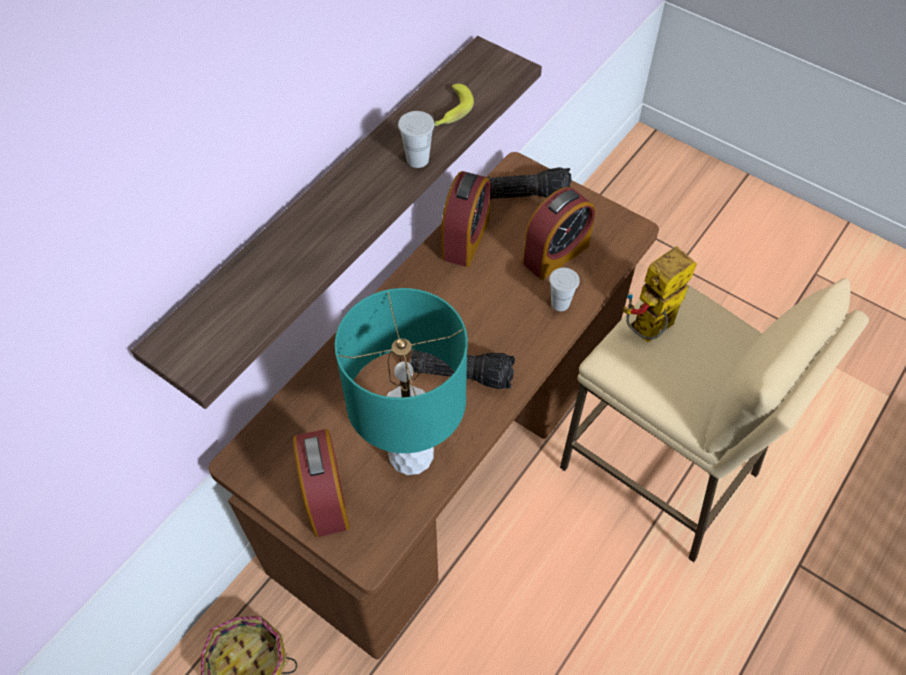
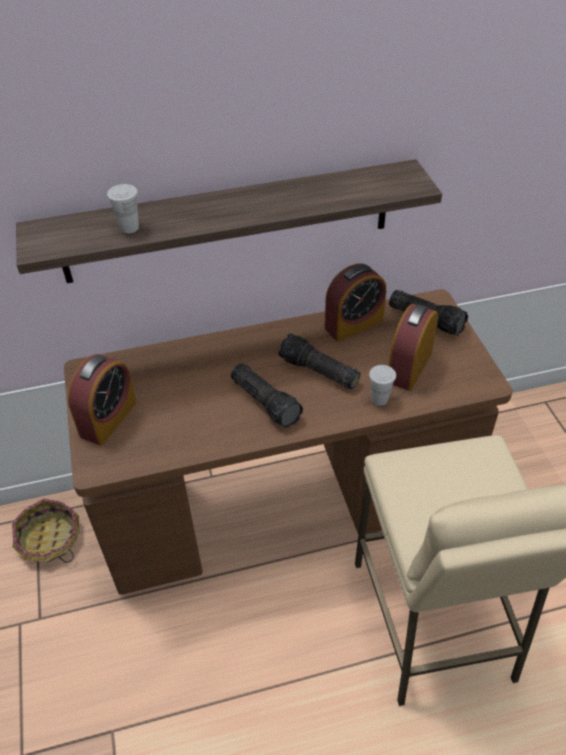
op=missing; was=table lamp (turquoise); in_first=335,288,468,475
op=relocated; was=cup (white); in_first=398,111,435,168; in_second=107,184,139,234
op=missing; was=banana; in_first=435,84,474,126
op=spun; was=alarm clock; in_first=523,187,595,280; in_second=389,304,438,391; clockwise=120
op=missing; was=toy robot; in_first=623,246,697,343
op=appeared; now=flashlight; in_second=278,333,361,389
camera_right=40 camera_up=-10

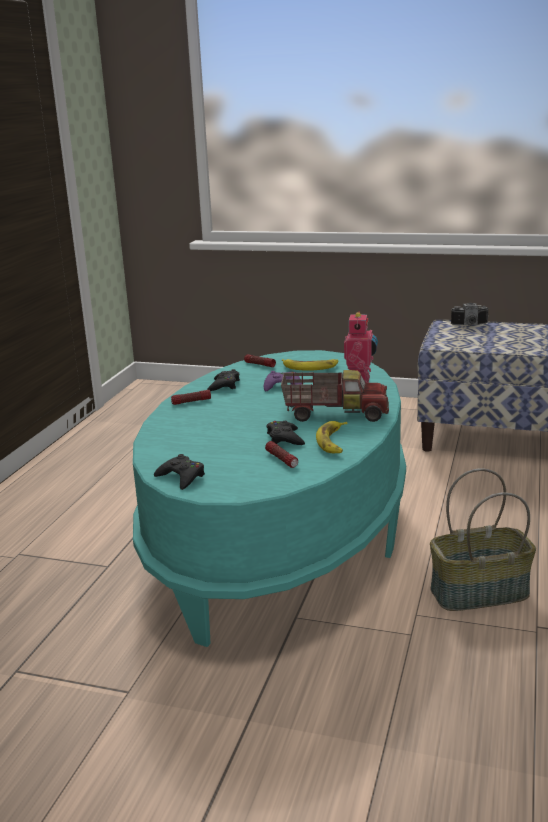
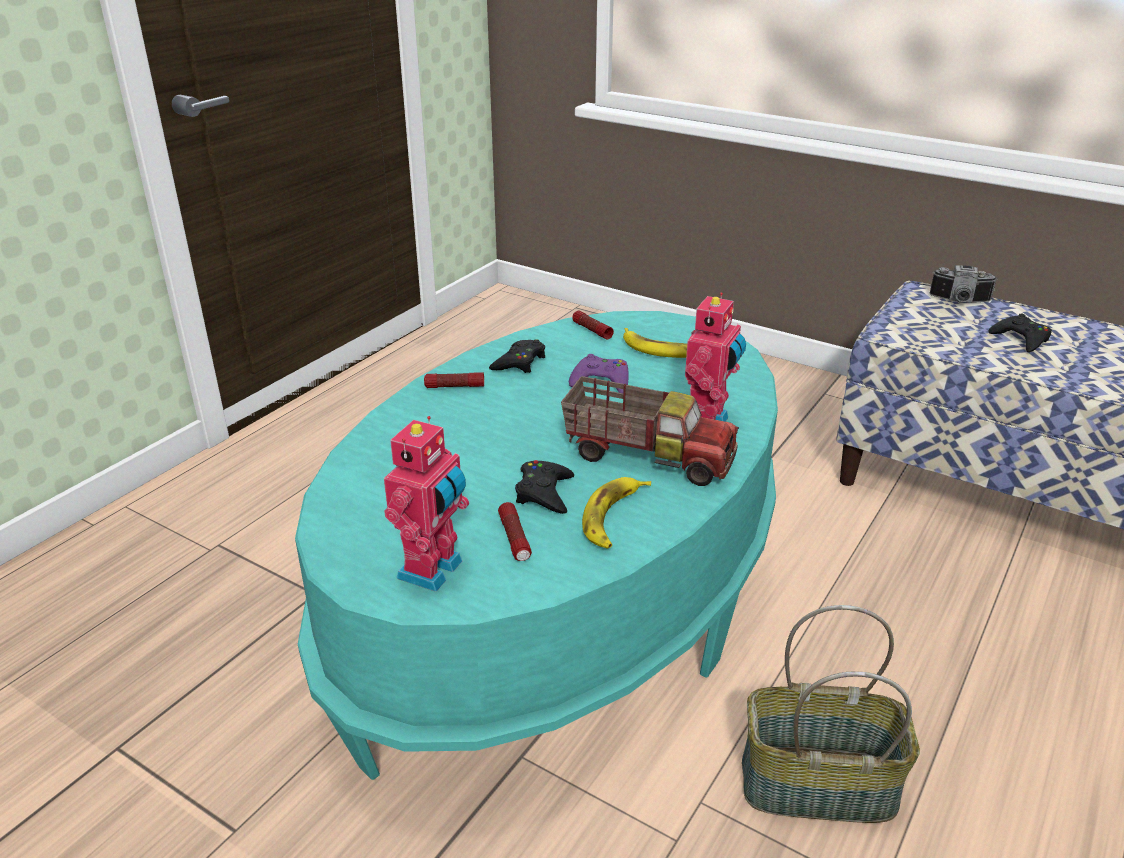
op=relocated; was=game controller (black); in_first=154,454,205,490; in_second=988,314,1052,352
op=appeared; now=toy robot; in_second=384,416,469,592
camera_right=15 camera_up=10

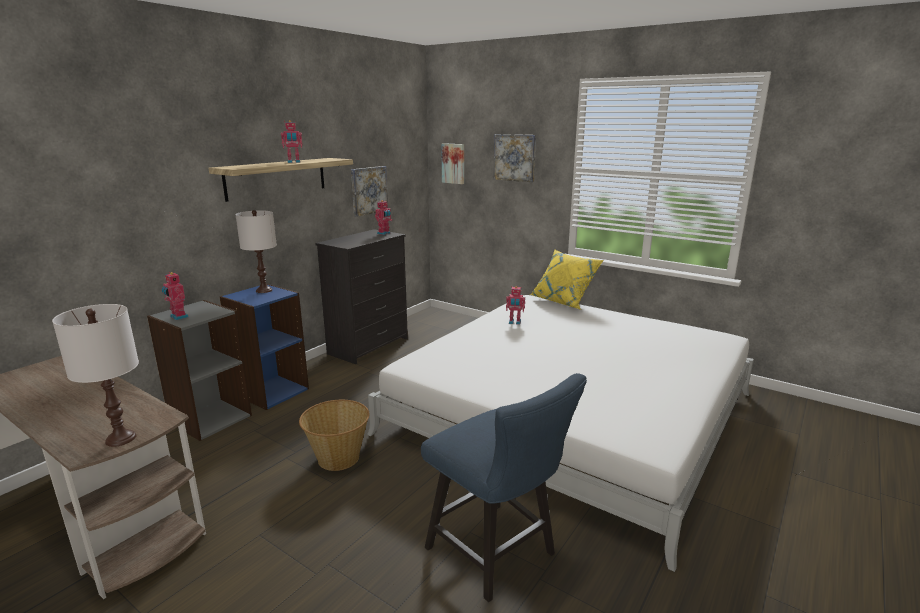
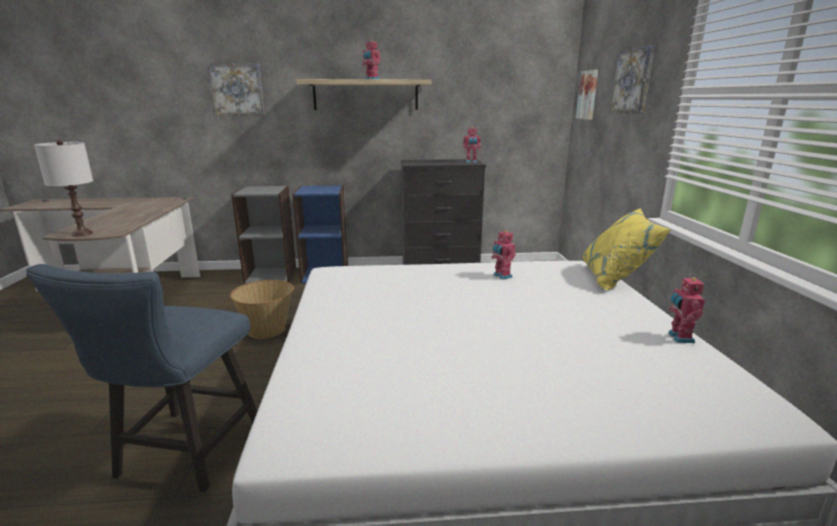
op=relocated; was=toy robot; in_first=162,272,189,320; in_second=668,275,705,343
op=missing; was=table lamp (white); in_first=235,210,277,293
op=relocated; was=picture; in_first=351,166,388,217; in_second=207,63,264,116
camera_right=50 camera_up=0

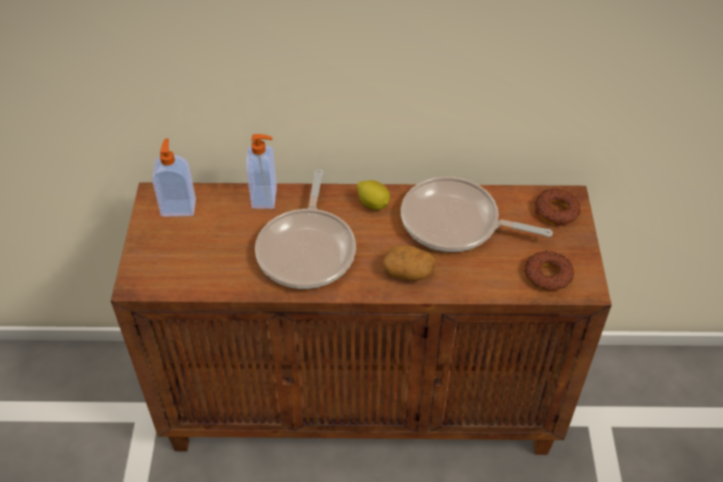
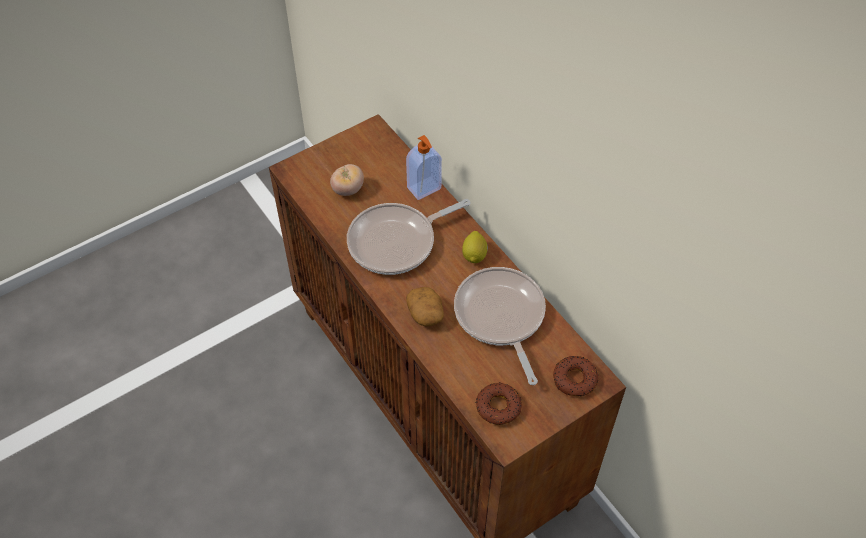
op=missing; was=soap dispenser; in_first=152,139,196,217
op=appeared; now=tomato; in_second=330,164,364,196
camera_right=55 camera_up=5

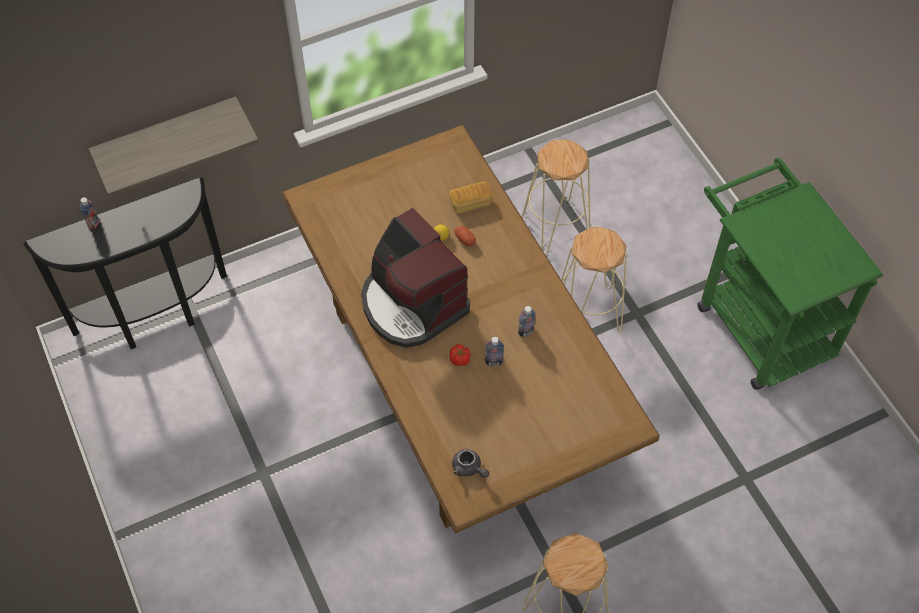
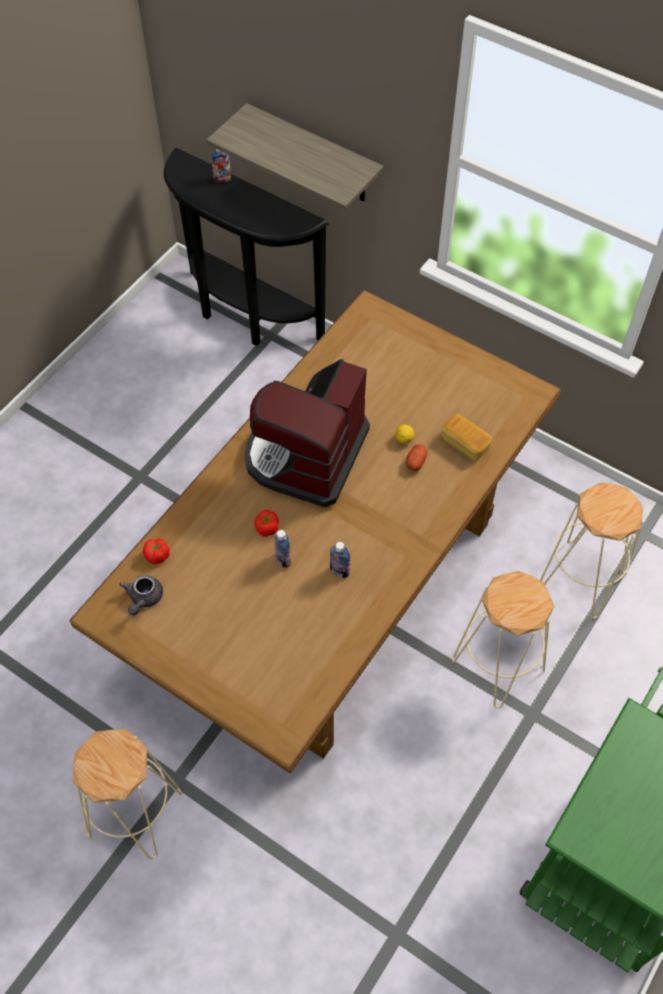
op=appeared; now=tomato; in_second=143,538,170,564
camera_right=60 camera_up=0

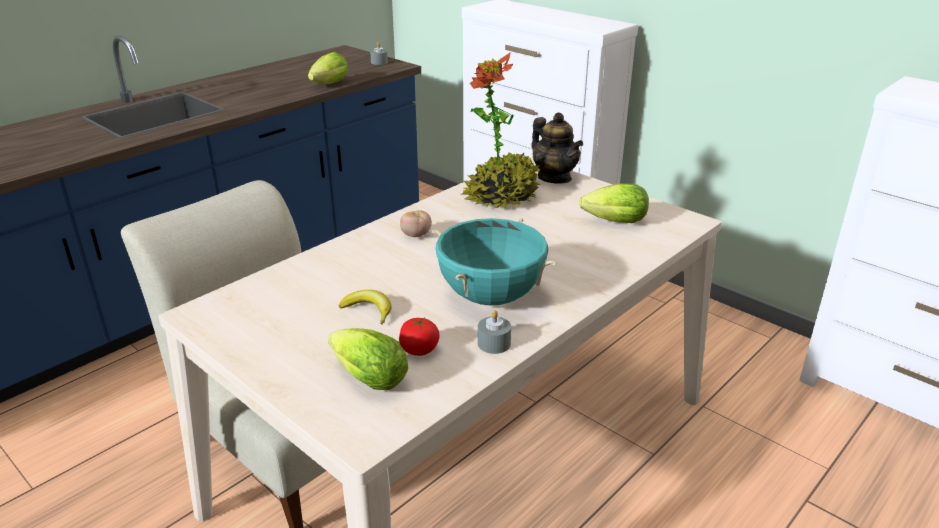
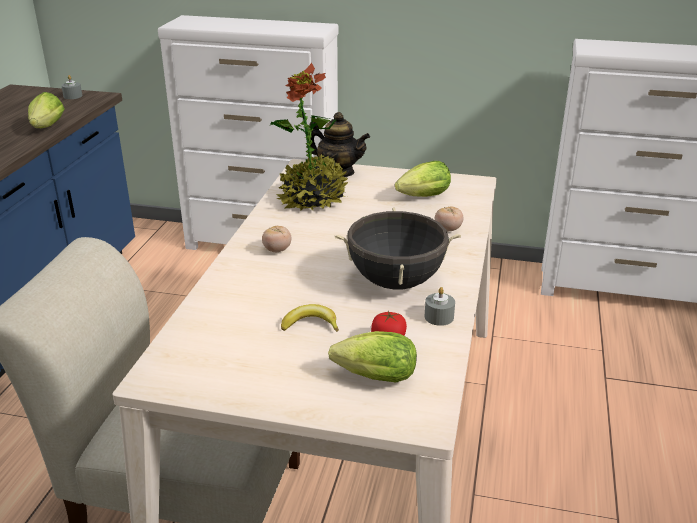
op=colour; was=cooking pot (turquoise); now=cooking pot (black); in_first=432,218,557,305; in_second=335,207,461,289
op=appeared; now=tomato; in_second=435,207,463,231
camera_right=-30 camera_up=0

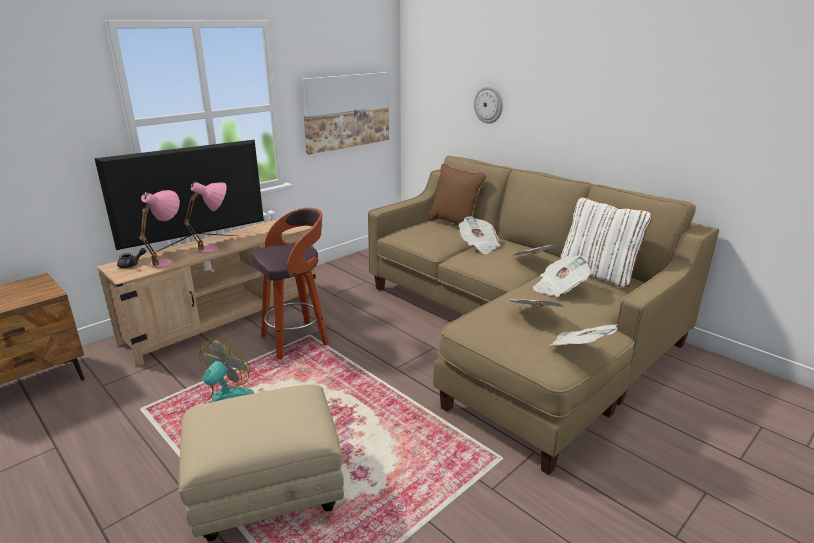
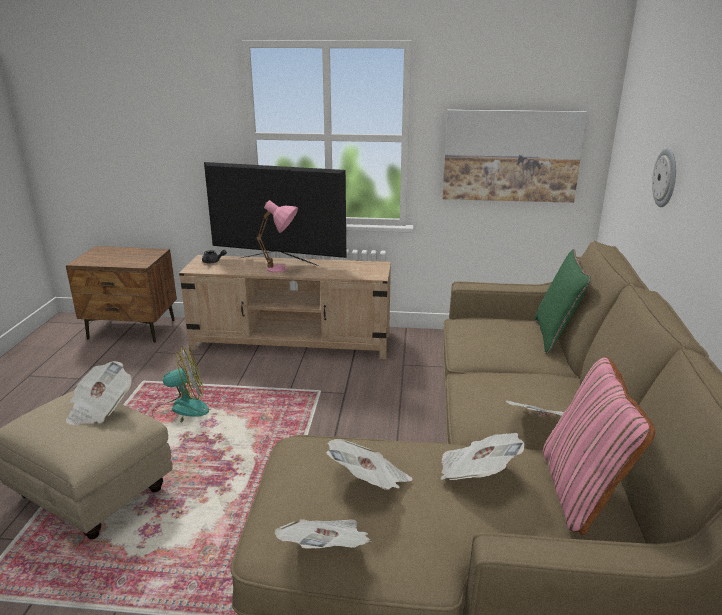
op=missing; was=table lamp (pink); in_first=140,190,180,268
op=missing; was=stool; in_first=251,208,329,359
op=colour; was=pillow (brown); now=pillow (green); in_first=428,163,486,227; in_second=535,249,591,354
op=relocated; was=newspaper; in_first=459,217,501,254; in_second=66,361,132,425
op=colour; was=pillow (white); now=pillow (pink); in_first=560,197,652,288; in_second=543,356,656,535
camera_right=50 camera_up=0

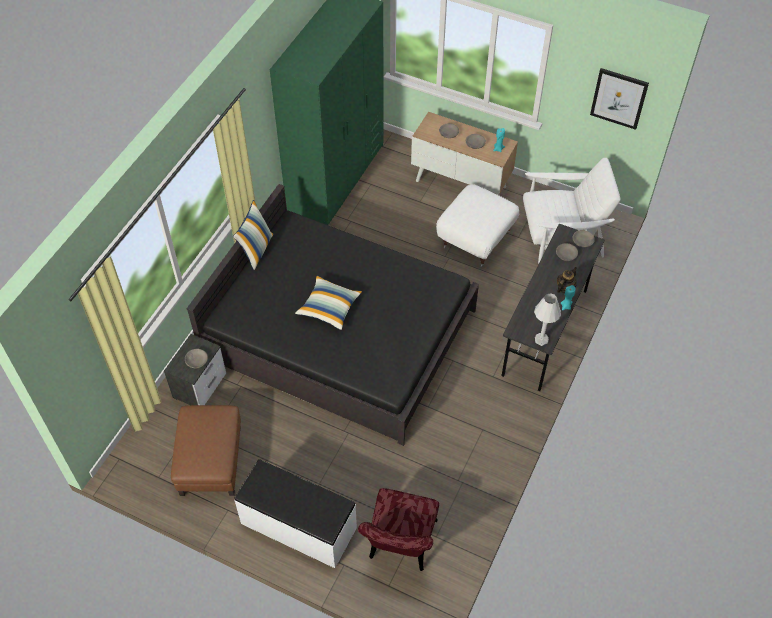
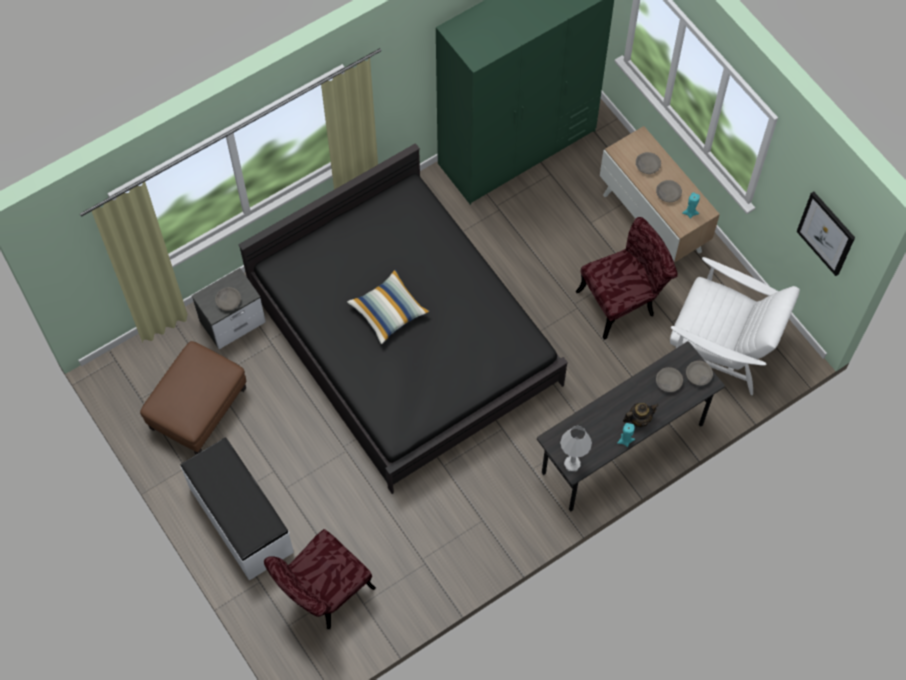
op=missing; was=pillow; in_first=233,200,273,270
op=exchanged; was=ottoman (white); now=chair (red); in_first=436,184,519,267; in_second=576,217,678,340
camera_right=30 camera_up=10

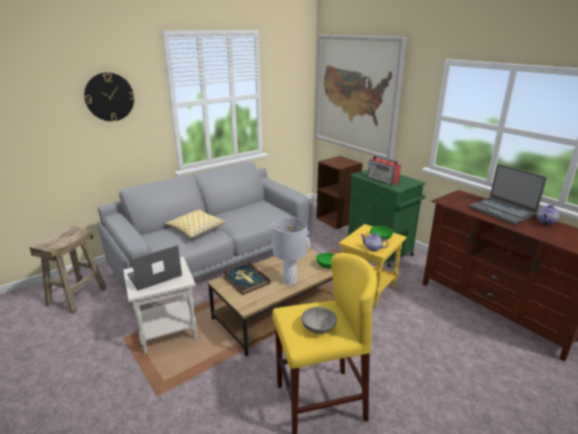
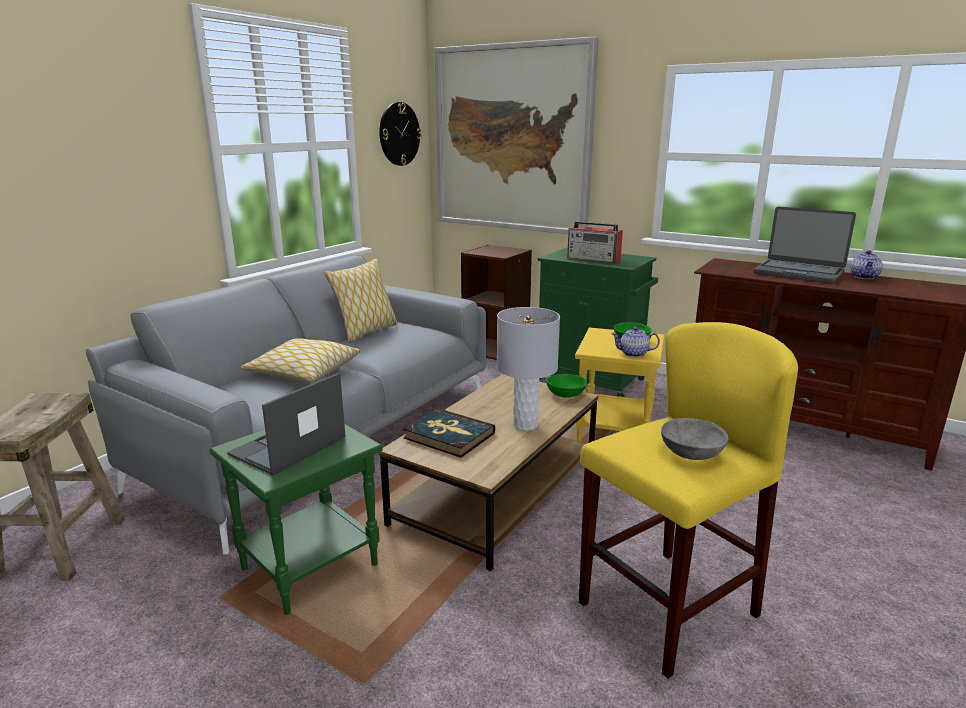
op=relocated; was=wall clock; in_first=84,72,134,121; in_second=379,102,421,166
op=colour; was=side table (white); now=side table (green); in_first=123,257,197,354; in_second=210,423,383,615
op=appeared; now=pillow; in_second=324,258,398,343
camera_right=-20 camera_up=-5

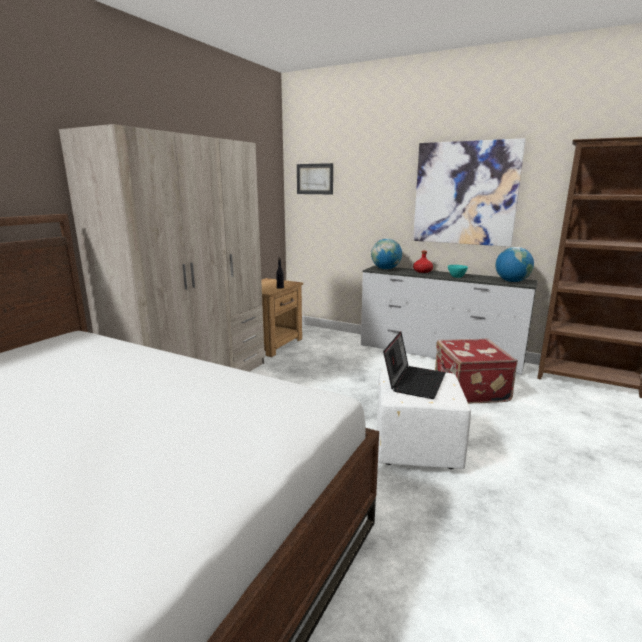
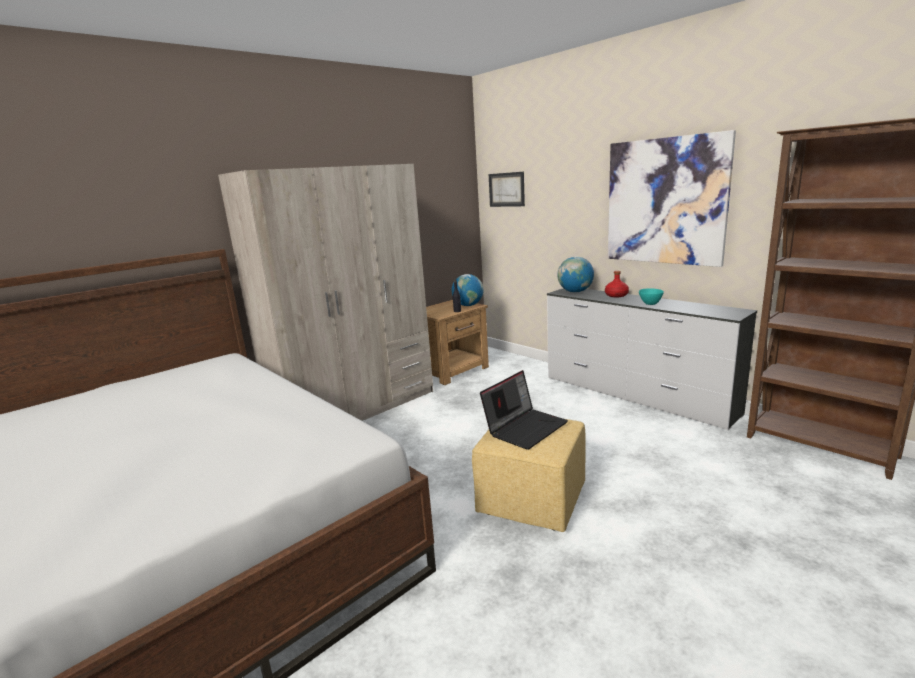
op=colour; was=ottoman (white); now=ottoman (yellow); in_first=377,370,471,469; in_second=472,419,585,532
op=missing; was=suitcase (red); in_first=435,338,518,404
op=relocated; was=globe; in_first=496,247,534,282; in_second=452,274,484,306
camera_right=20 camera_up=0

